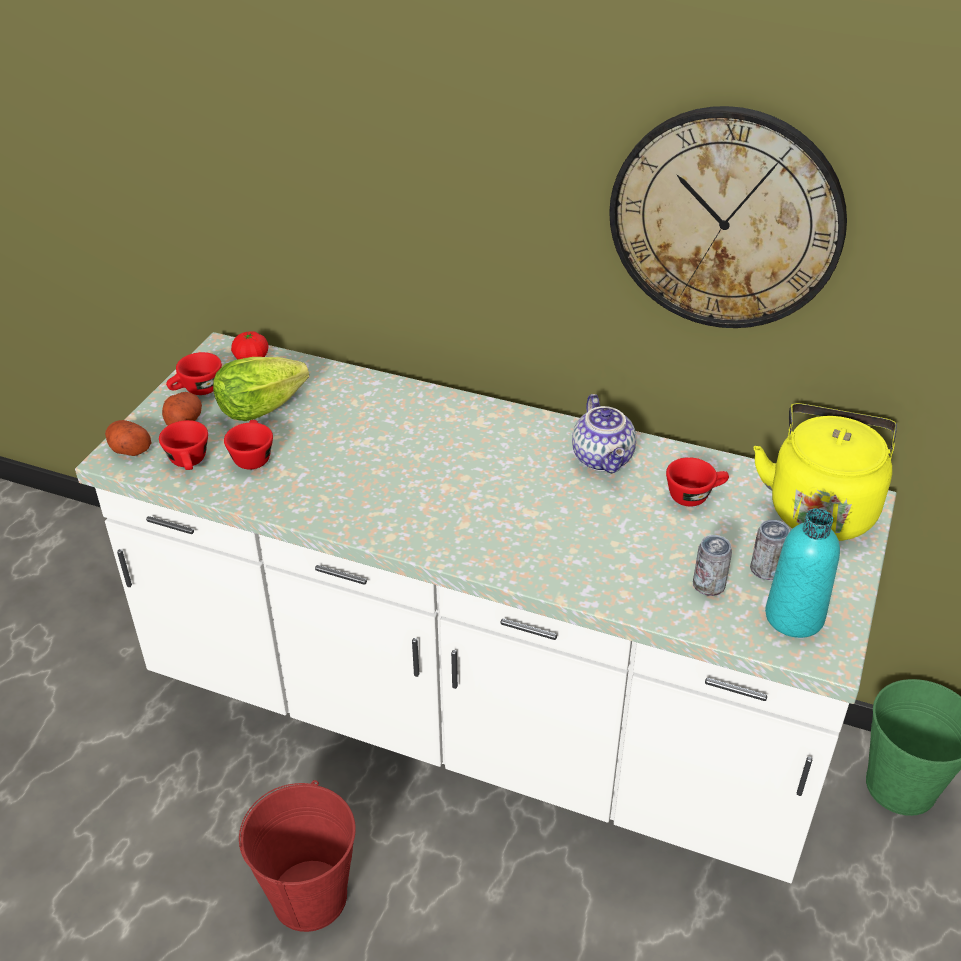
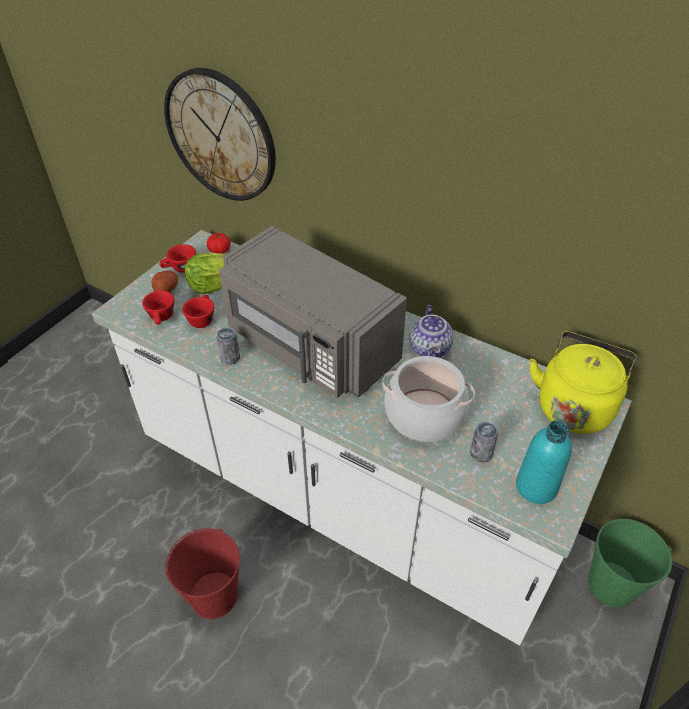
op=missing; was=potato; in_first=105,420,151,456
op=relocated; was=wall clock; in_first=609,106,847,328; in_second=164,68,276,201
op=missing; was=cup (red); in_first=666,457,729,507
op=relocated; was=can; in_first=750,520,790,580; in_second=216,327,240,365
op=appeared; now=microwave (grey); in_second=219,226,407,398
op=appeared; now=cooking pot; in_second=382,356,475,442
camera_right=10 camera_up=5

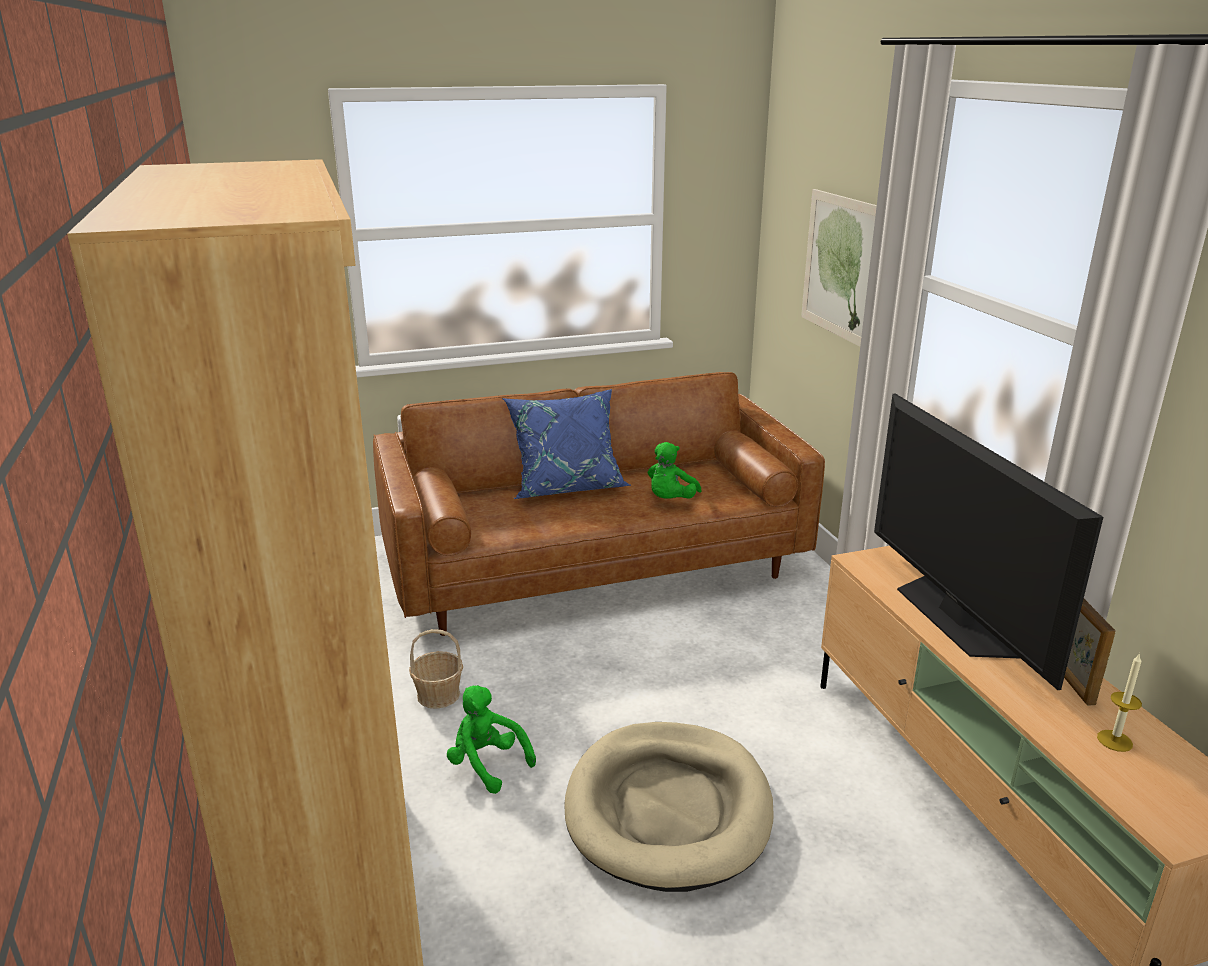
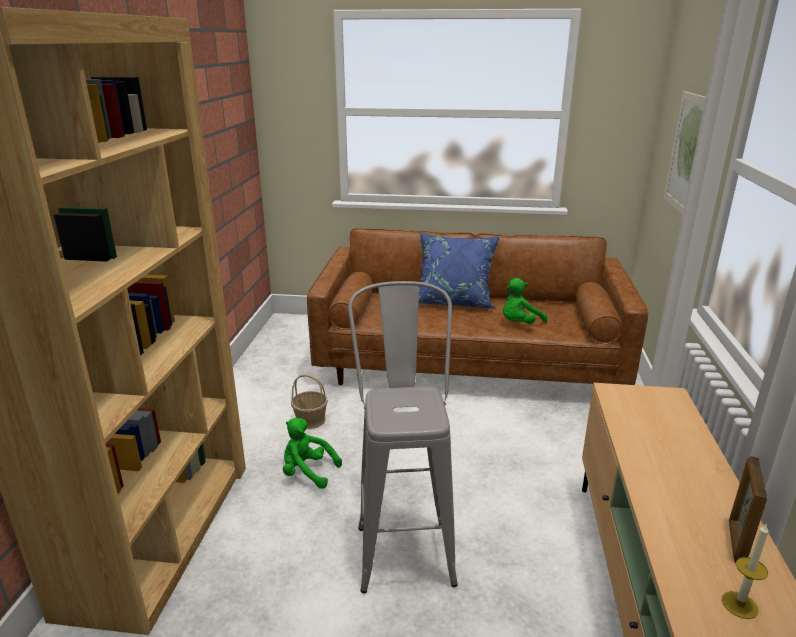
op=spun; was=plush toy (green); in_first=447,685,536,794; in_second=283,418,342,489; clockwise=-45
op=exchanged; was=dog bed (beige); now=stool (grey); in_first=564,722,774,892; in_second=348,281,458,593
op=missing; was=television; in_first=874,394,1103,690
camera_right=25 camera_up=0

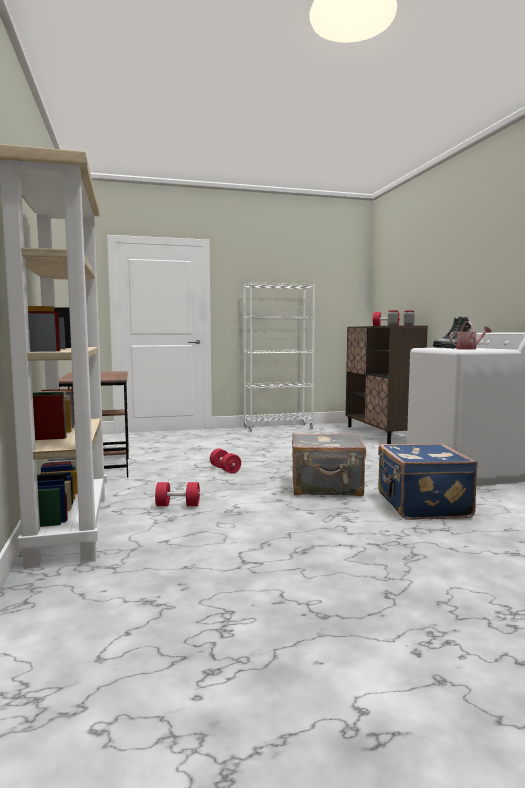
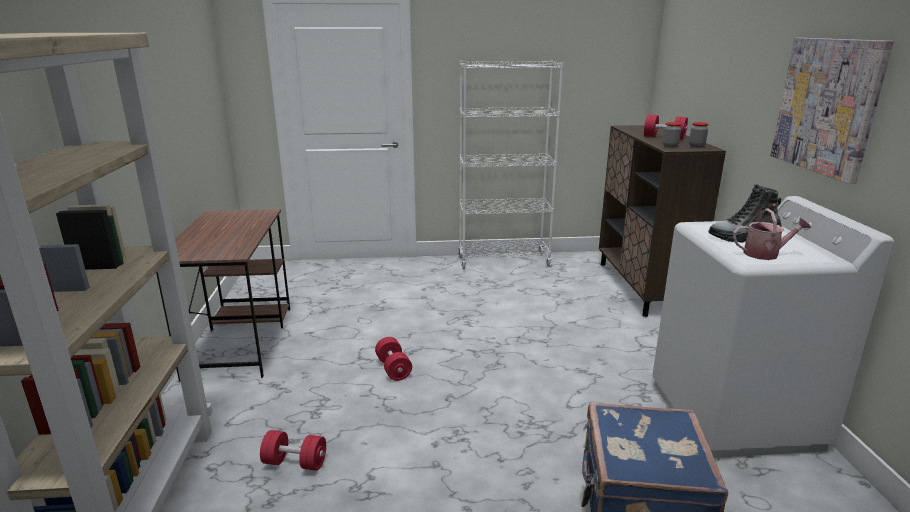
op=missing; was=suitcase (grey); in_first=292,433,366,496
op=appeared; now=picture; in_second=770,38,894,184
camera_right=10 camera_up=15

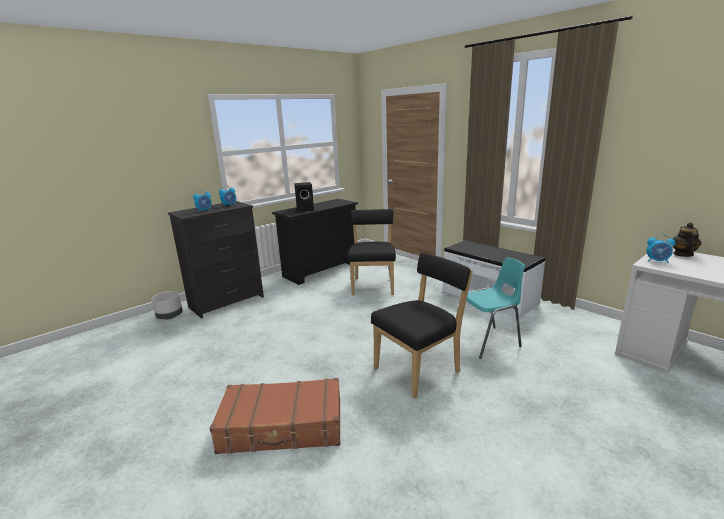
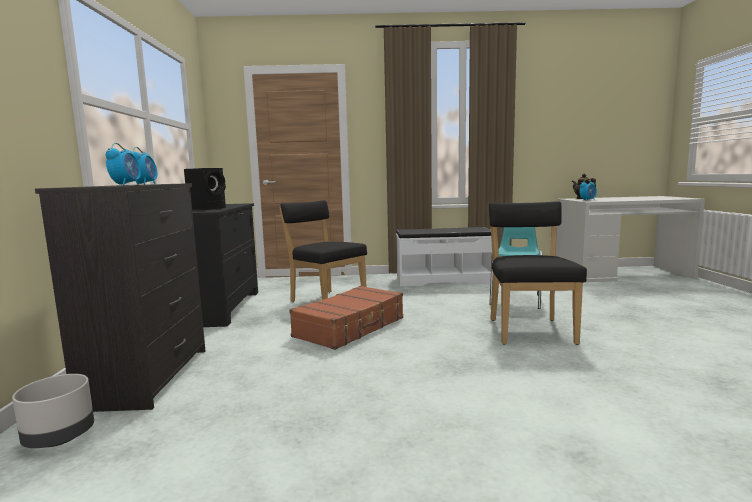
op=relocated; was=suitcase (brown); in_first=209,378,340,454; in_second=289,286,403,350
camera_right=-50 camera_up=-10

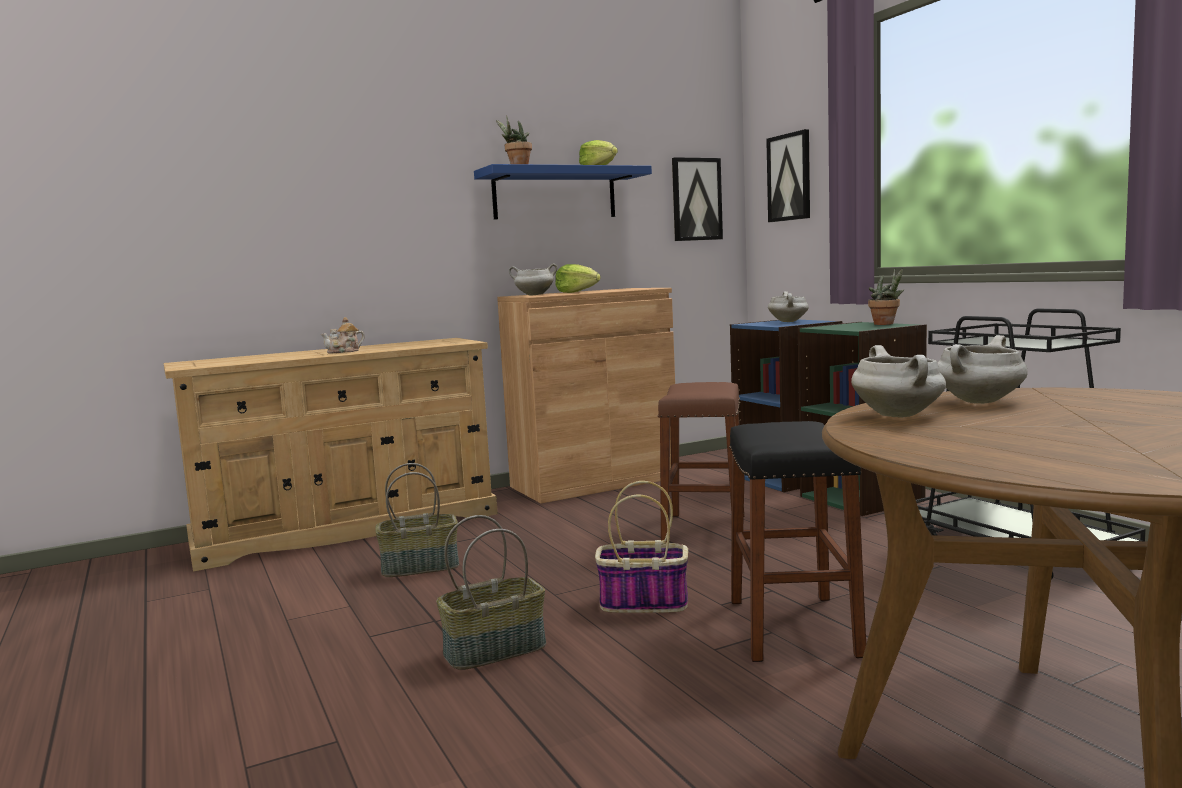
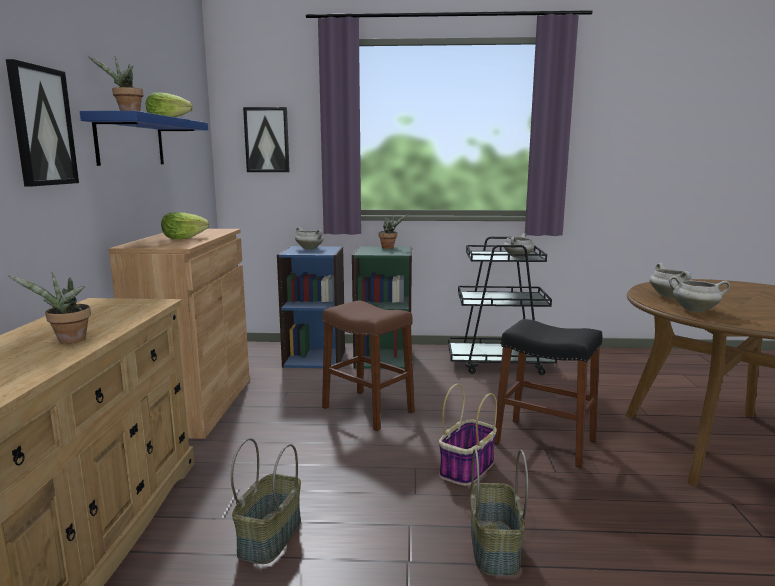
op=exchanged; was=teapot; now=potted plant; in_first=321,317,365,353; in_second=7,272,91,344
op=relocated; was=cooking pot (white); in_first=509,263,558,296; in_second=504,233,534,258
op=relocated; was=picture; in_first=672,157,723,241; in_second=6,59,79,187
camera_right=-60 camera_up=5

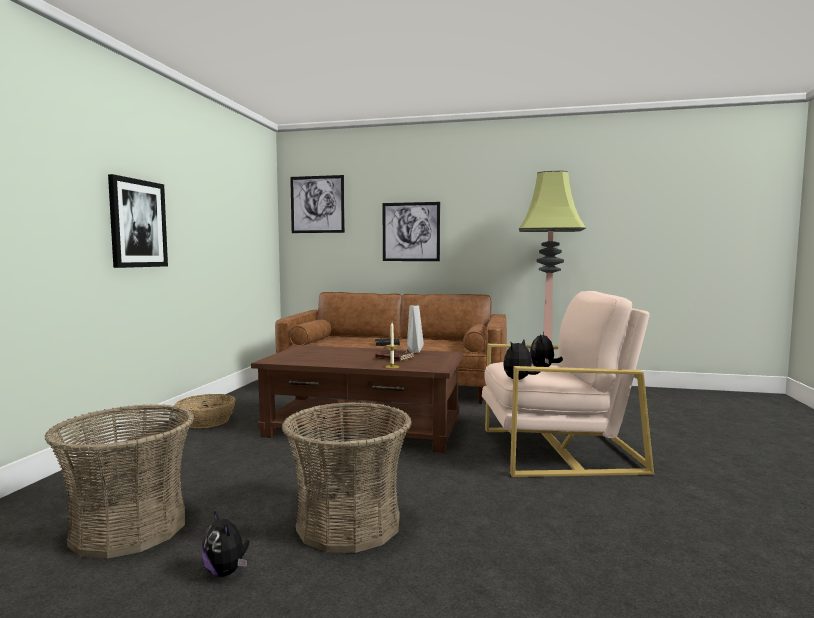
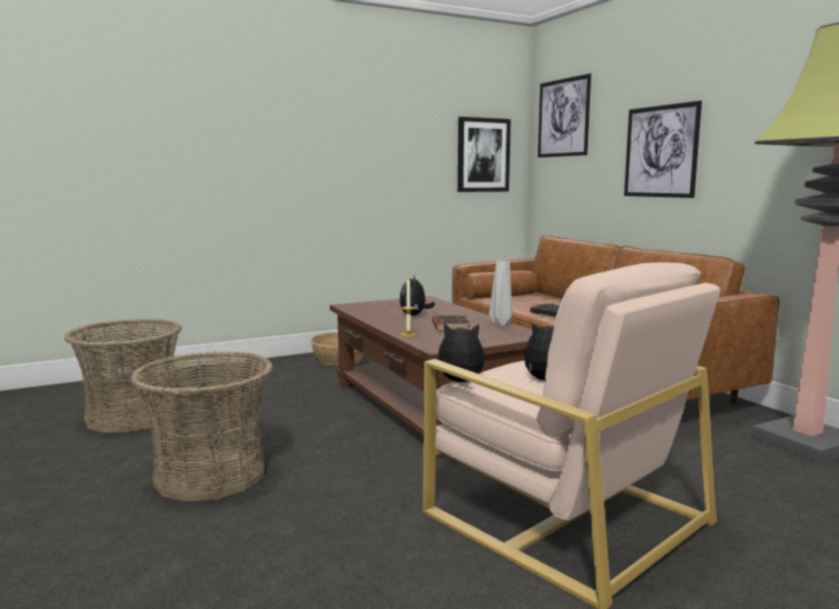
op=relocated; was=picture; in_first=108,174,168,268; in_second=458,117,511,192
op=relocated; was=plush toy; in_first=201,511,249,577; in_second=399,276,435,316
camera_right=50 camera_up=5

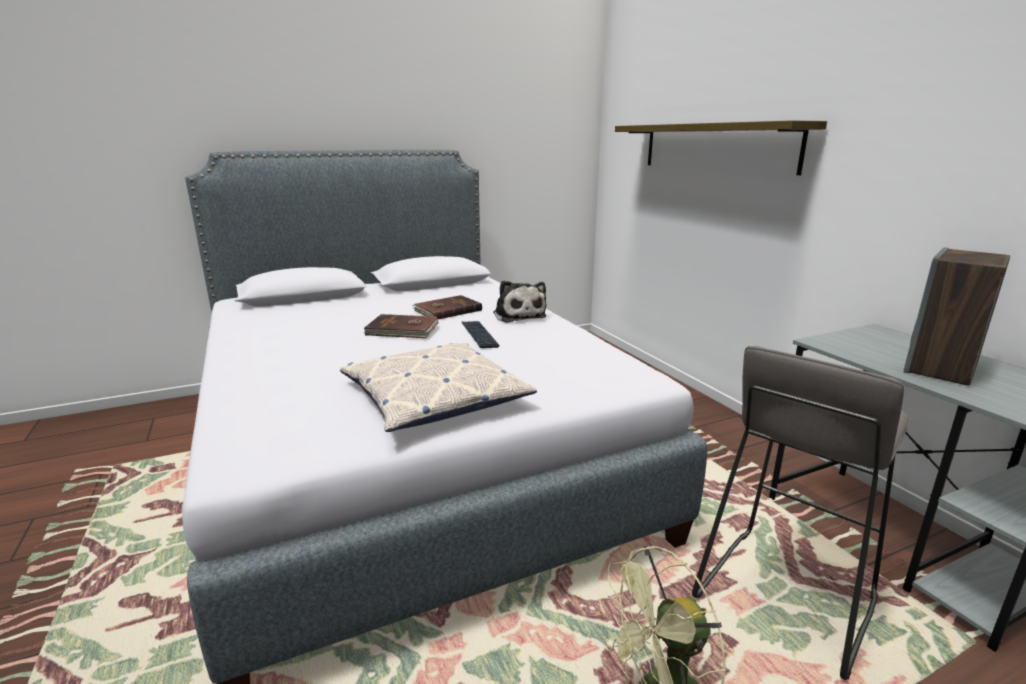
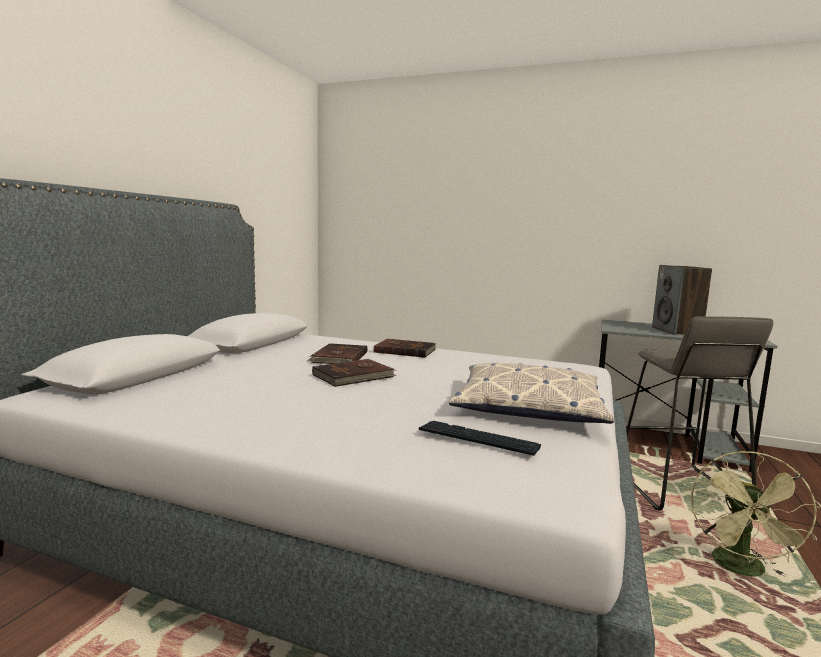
op=relocated; was=keyboard; in_first=462,321,500,348; in_second=419,421,541,456
op=exchanged; was=plush toy; now=book (brown); in_first=493,281,547,323; in_second=373,339,437,358
op=missing; was=shelf; in_first=615,120,827,175
camera_right=-45 camera_up=-10

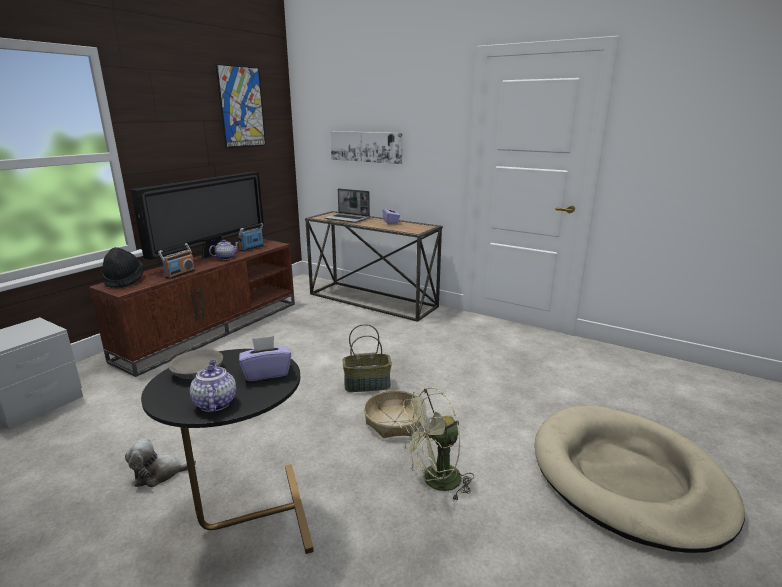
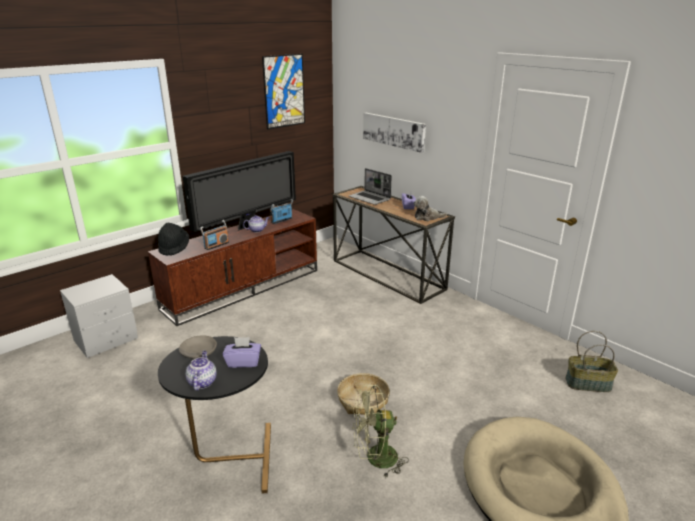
op=relocated; was=plush toy; in_first=125,439,196,487; in_second=414,196,447,221
op=relocated; was=basket; in_first=343,324,392,392; in_second=566,331,618,392
camera_right=15 camera_up=5

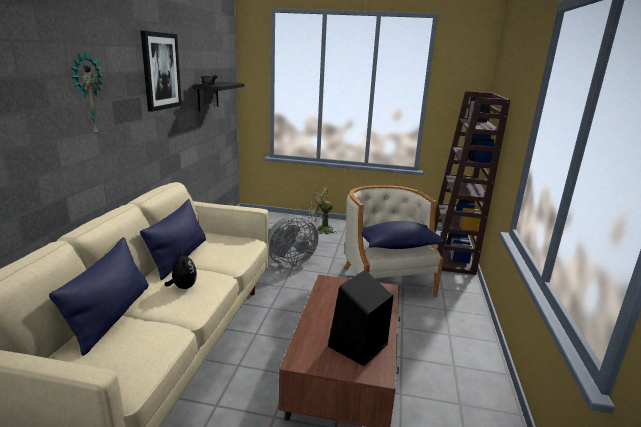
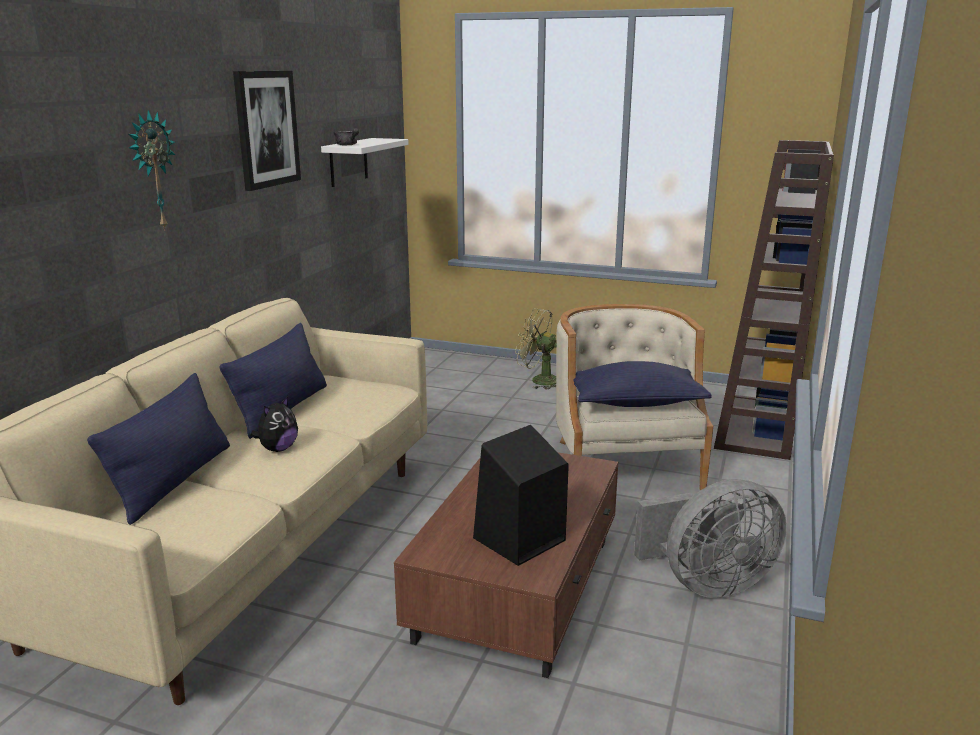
op=spun; was=plush toy; in_first=164,251,197,289; in_second=251,396,298,452; clockwise=45
op=colour; was=shelf (black); now=shelf (white); in_first=193,82,244,111; in_second=321,138,409,187
op=relocated; was=fan (grey); in_first=269,215,318,267; in_second=634,479,787,598
camera_right=10 camera_up=0

